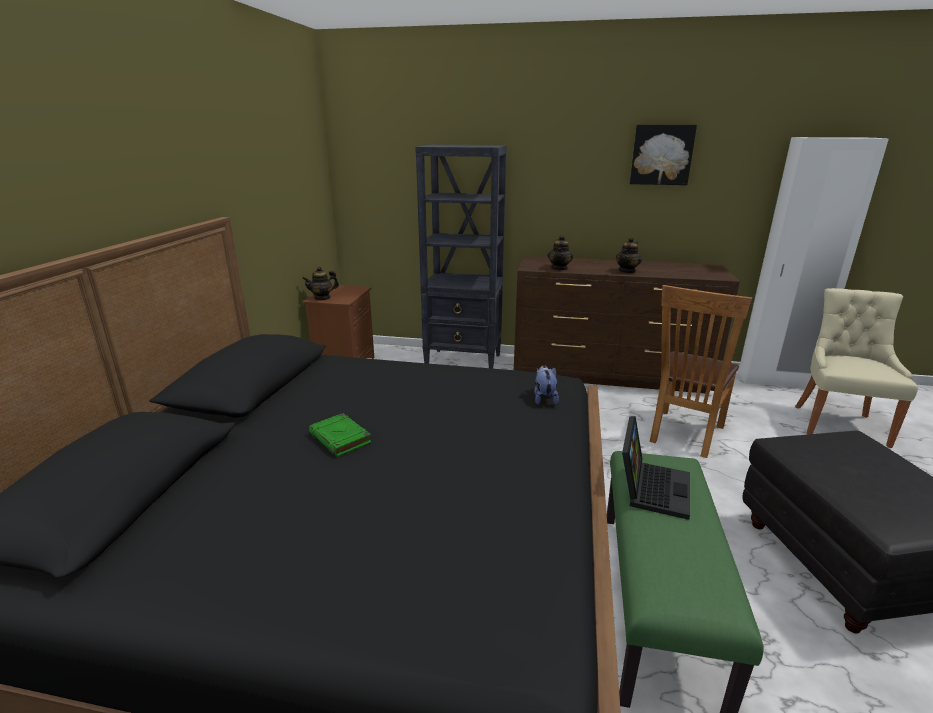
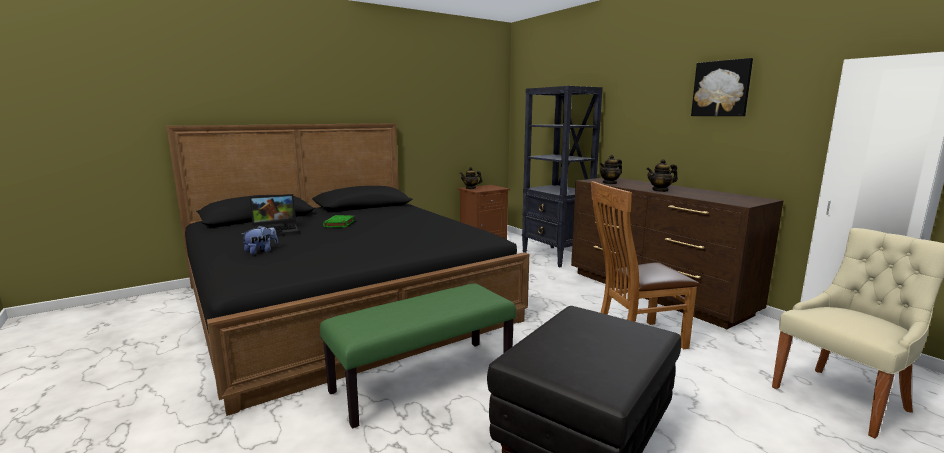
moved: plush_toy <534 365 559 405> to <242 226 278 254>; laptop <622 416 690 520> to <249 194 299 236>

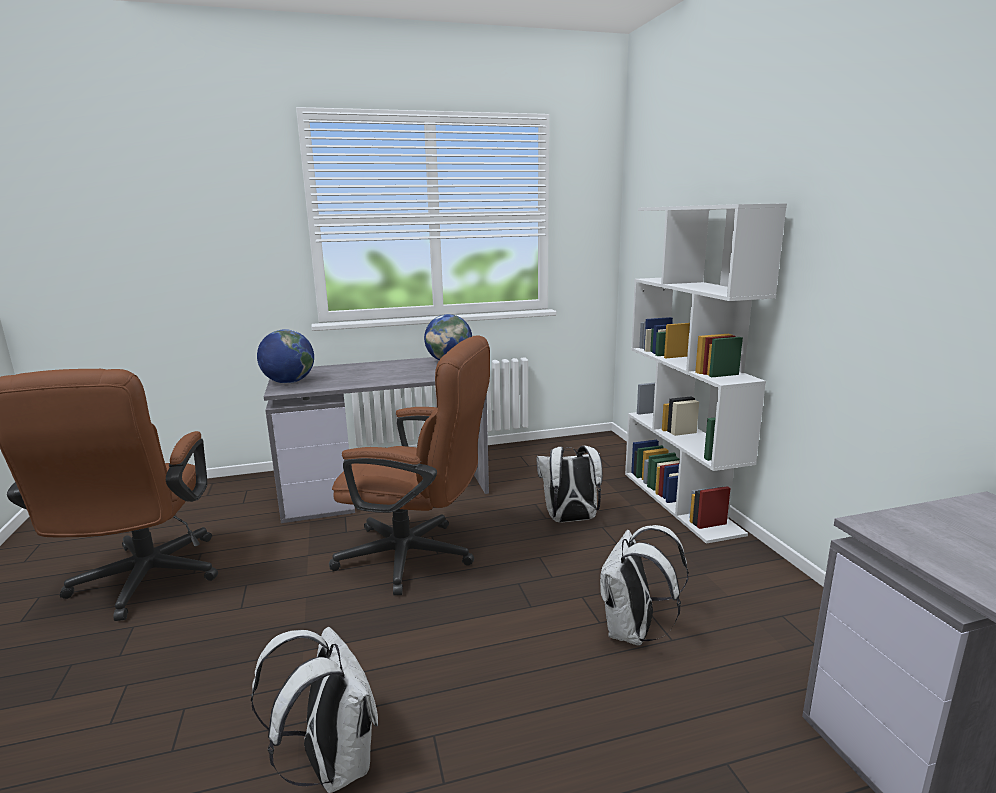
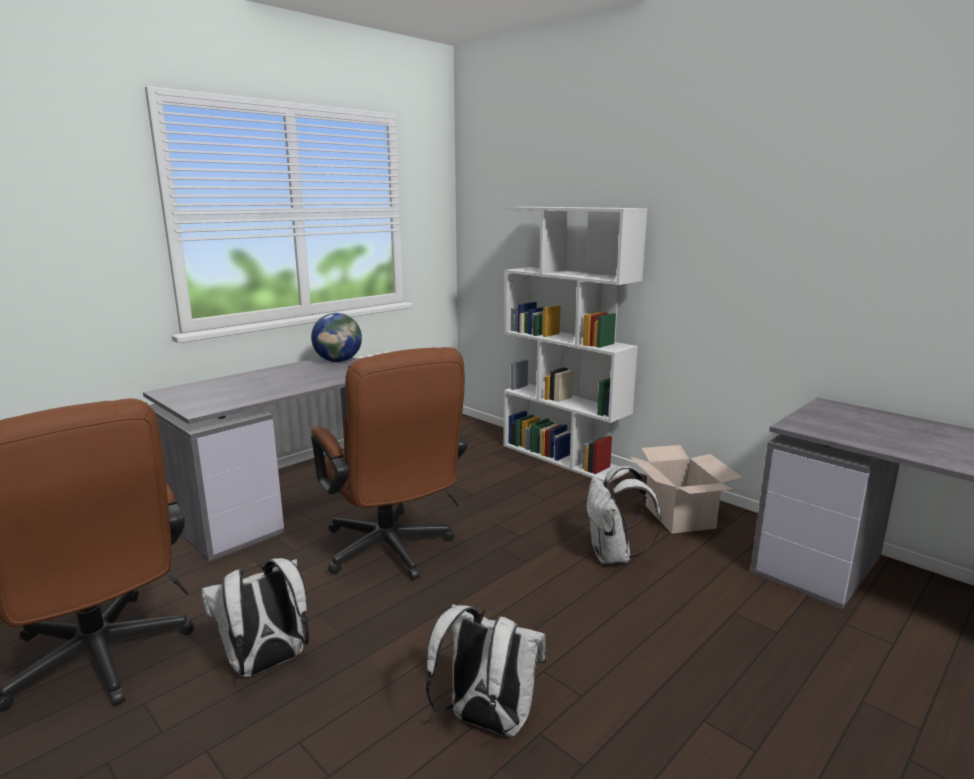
removed: globe <257 329 314 384>
added: cardboard_box <629 445 743 533>
moved: white_backpack <536 445 603 523> to <201 558 309 677>
turned: brown_office_chair <329 335 490 595> = <311 347 468 580> 75 degrees clockwise

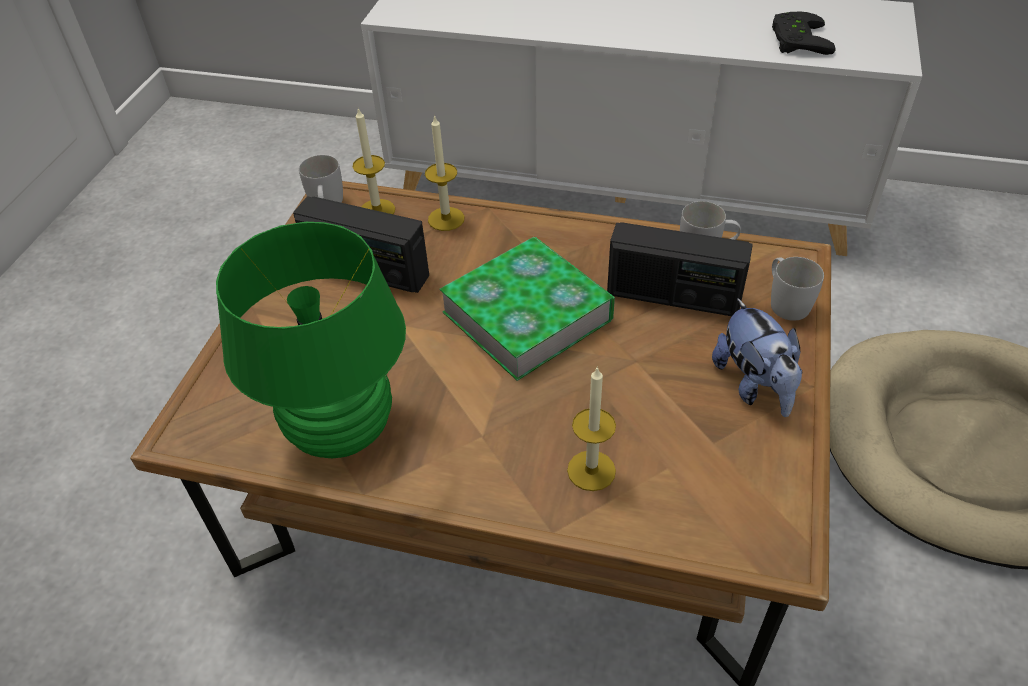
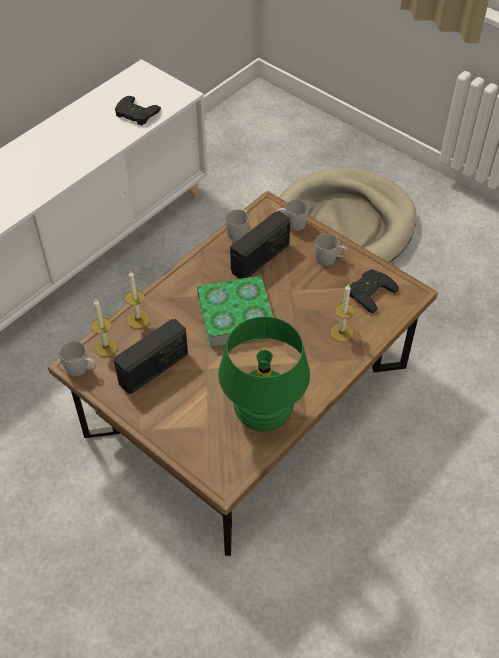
added: black_game_controller <350 269 399 313>
replaced: plush_toy <712 298 802 417> to white_mug <315 233 348 266>

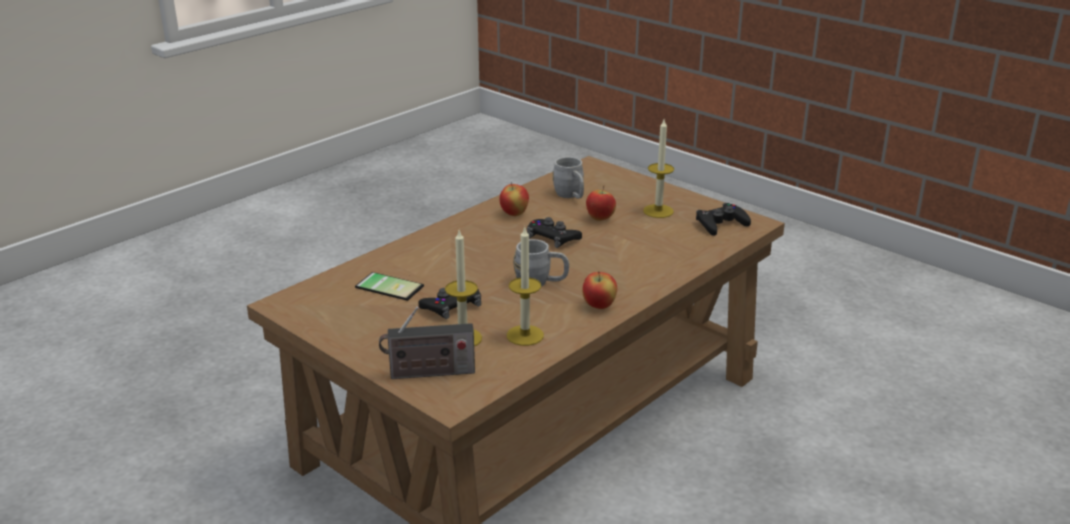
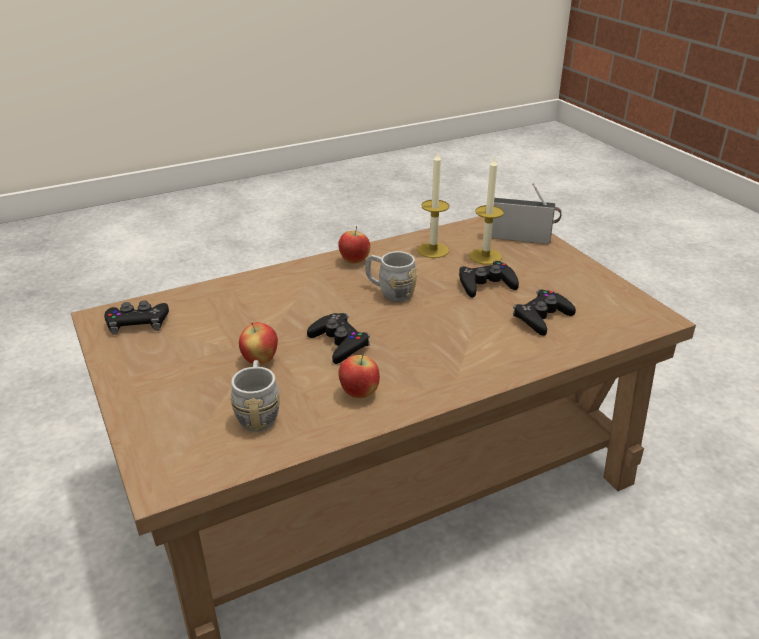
removed: candle <643 120 674 218>
replaced: phone <355 272 424 301> to black_game_controller <513 290 576 336>

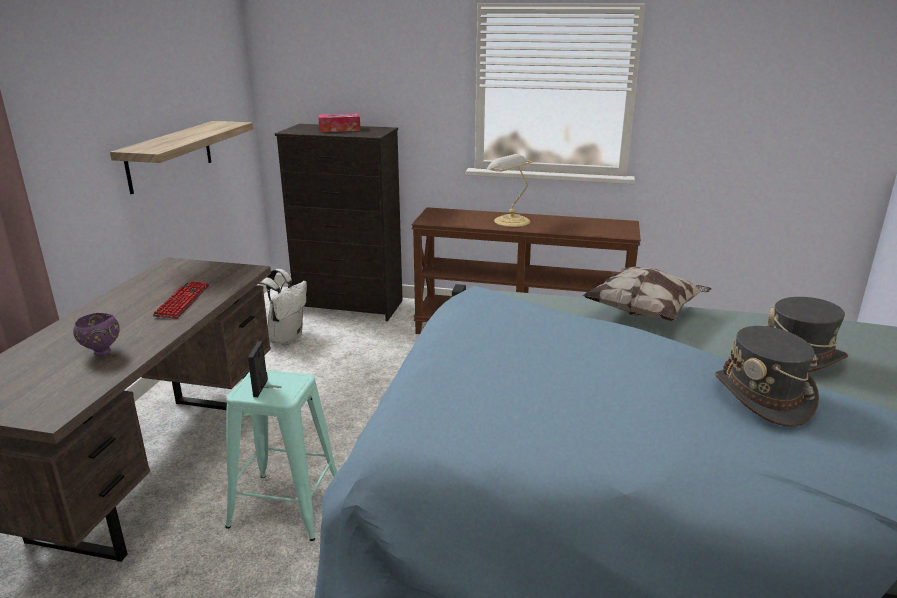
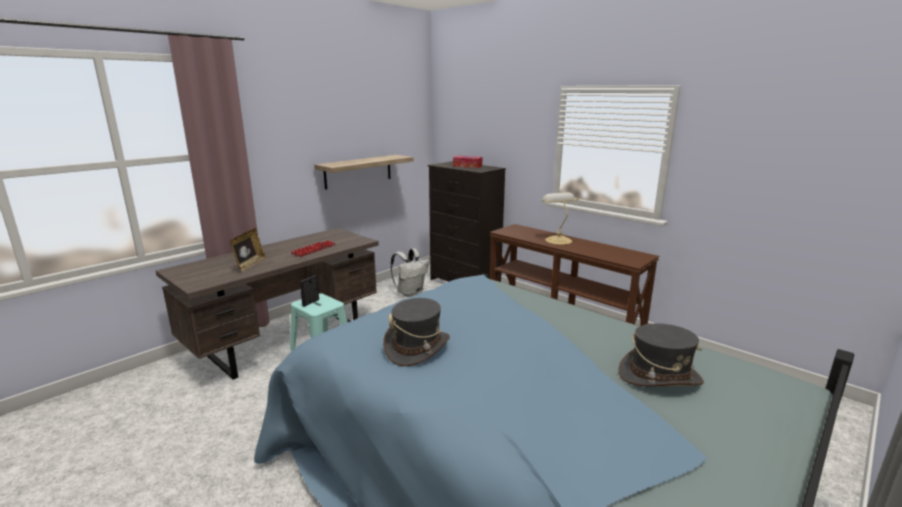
removed: pillow <582 267 711 321>
moved: grey_hat <715 326 819 427> to <383 298 450 366>
replaced: purple_bowl <73 313 120 356> to picture_frame <230 228 266 271>

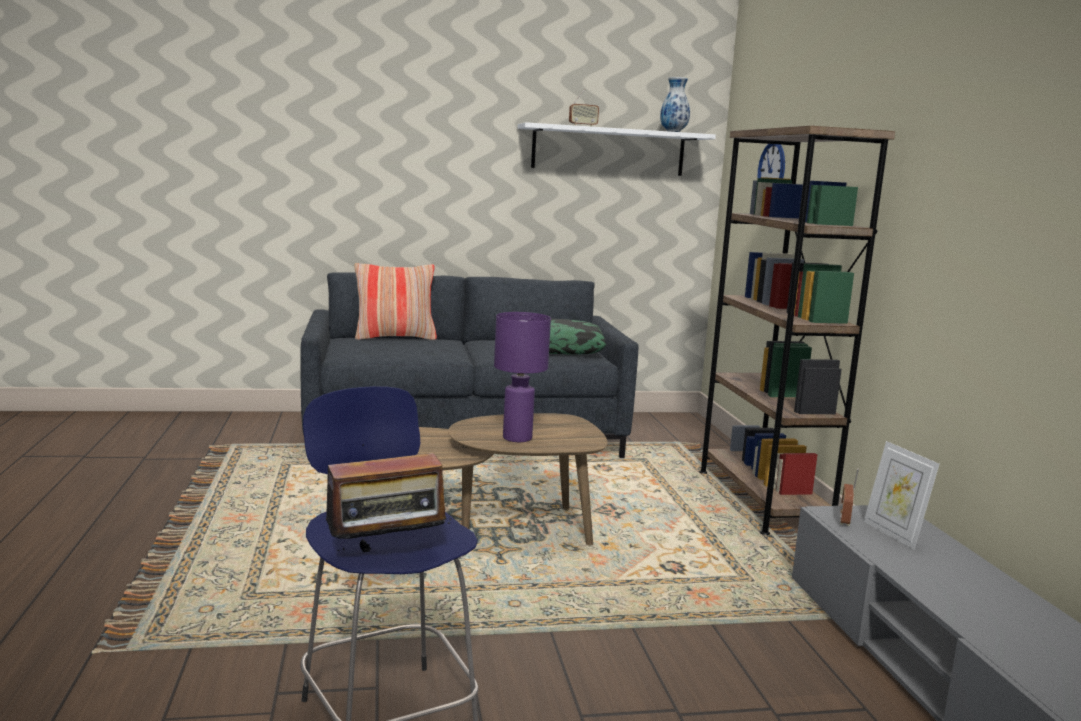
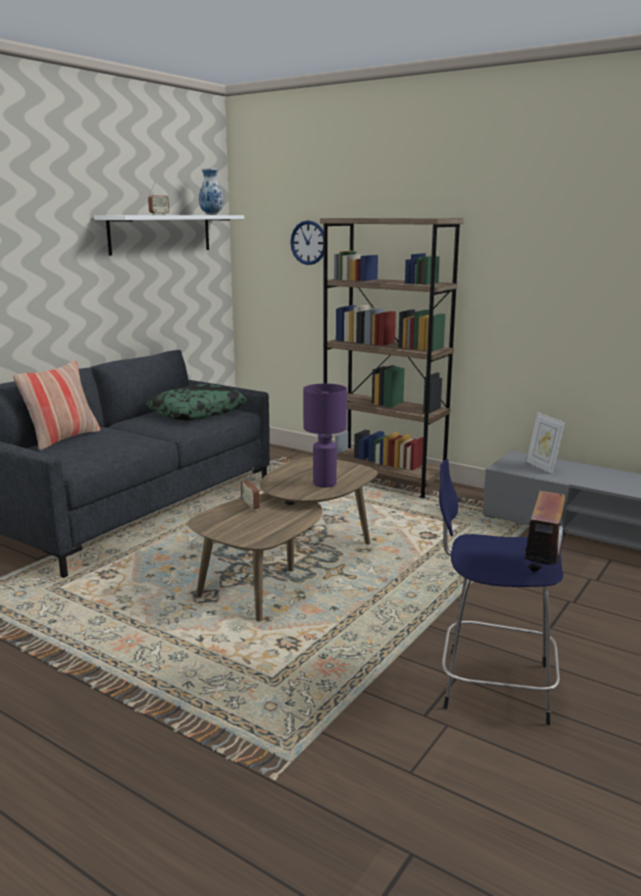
moved: radio <840 469 859 526> to <241 467 260 511>
turned: picture_frame <864 441 939 550> = <527 412 565 474> 45 degrees clockwise

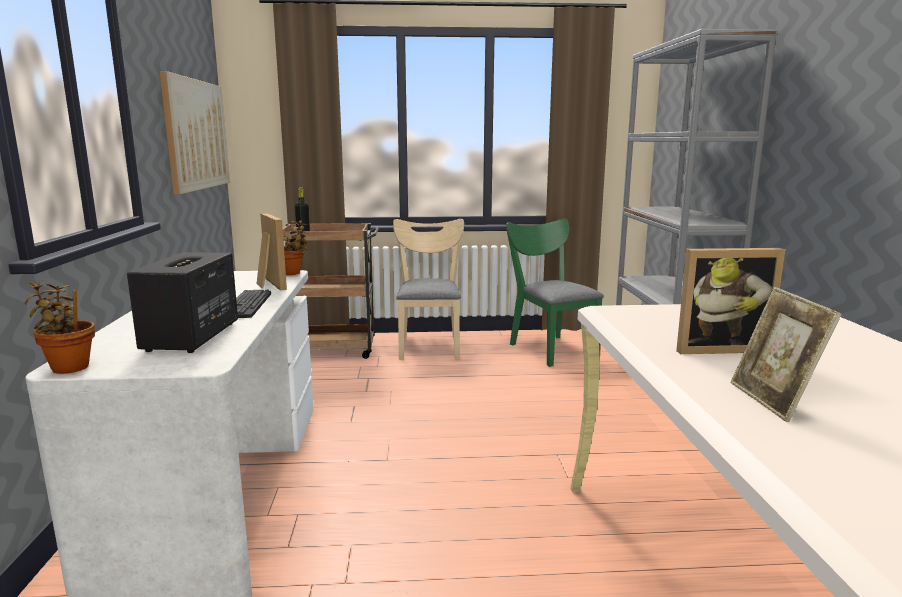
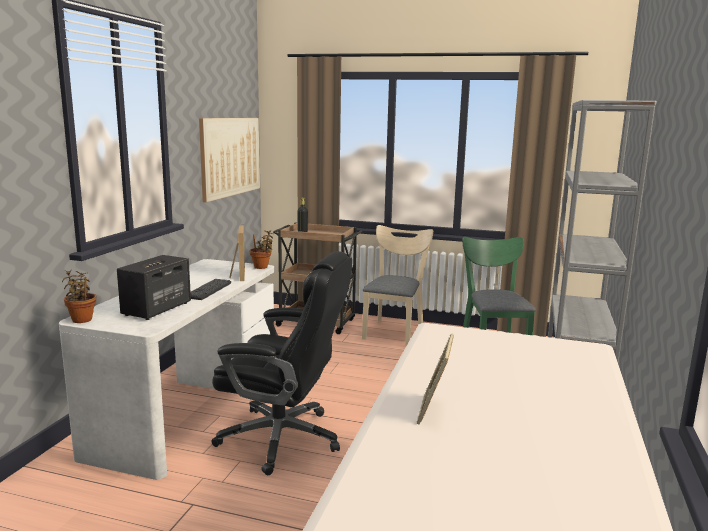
removed: picture_frame <676 248 785 354>
added: black_office_chair <211 251 352 475>

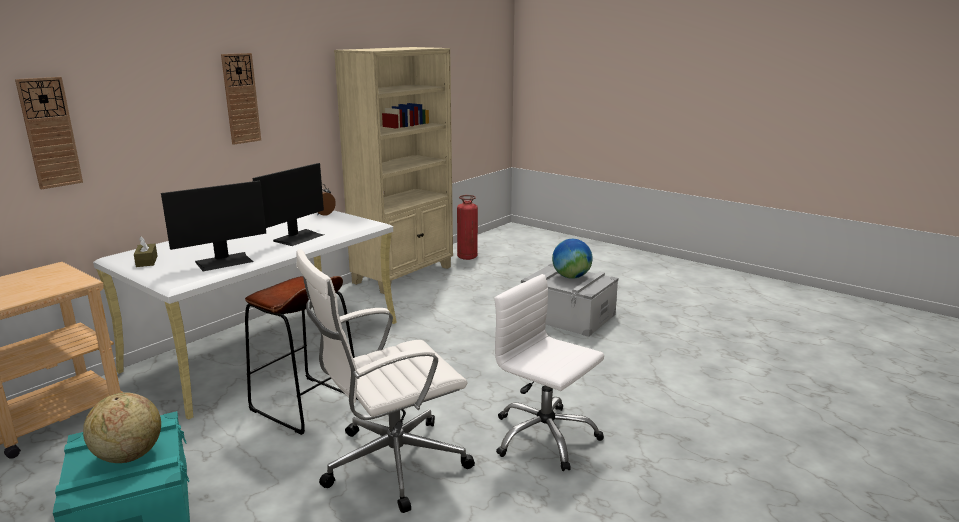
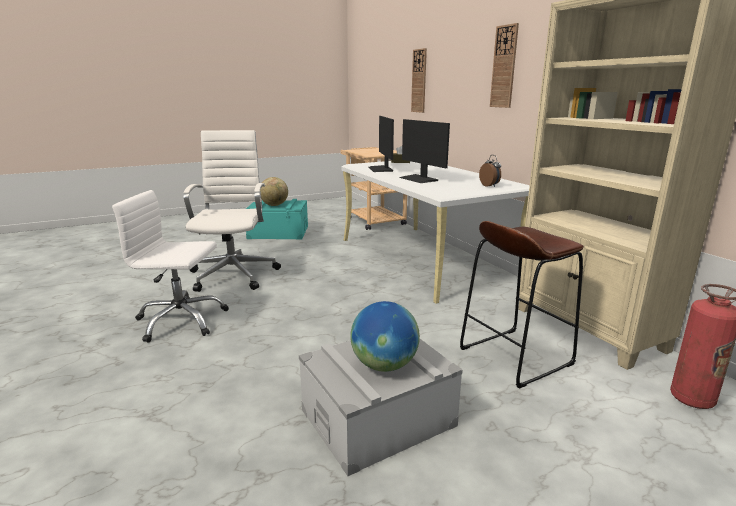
moved: brown_stool <245 276 358 435> to <460 221 584 389>
turned: white_office_chair <494 274 604 471> = <112 190 229 343> 150 degrees counterclockwise

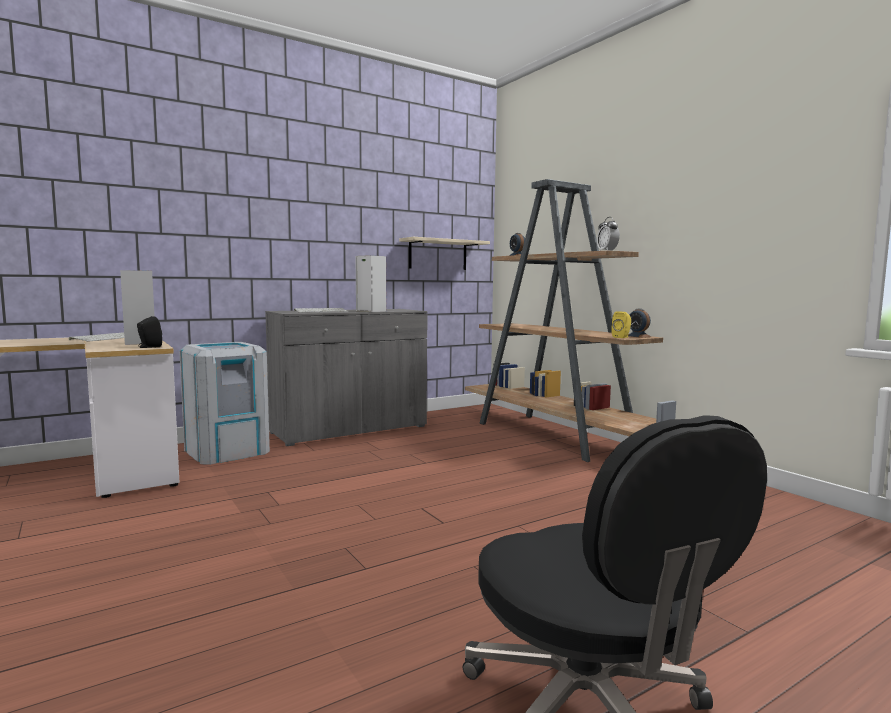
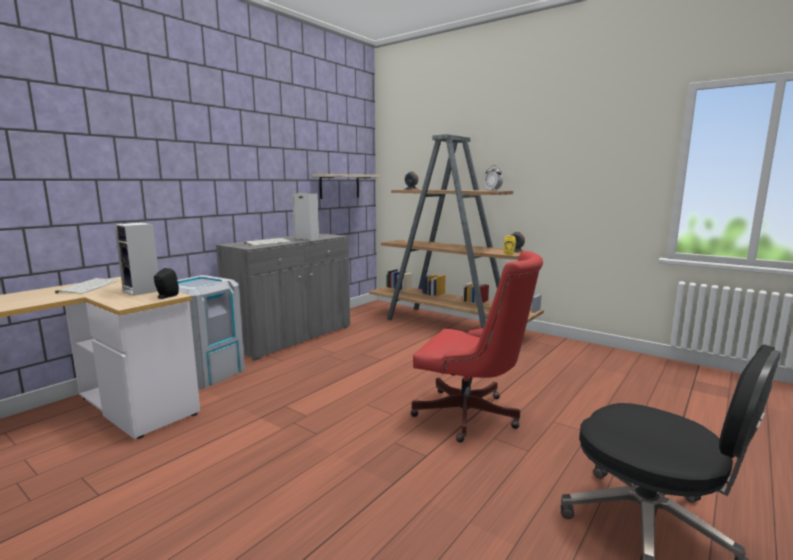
added: red_office_chair <410 251 543 442>

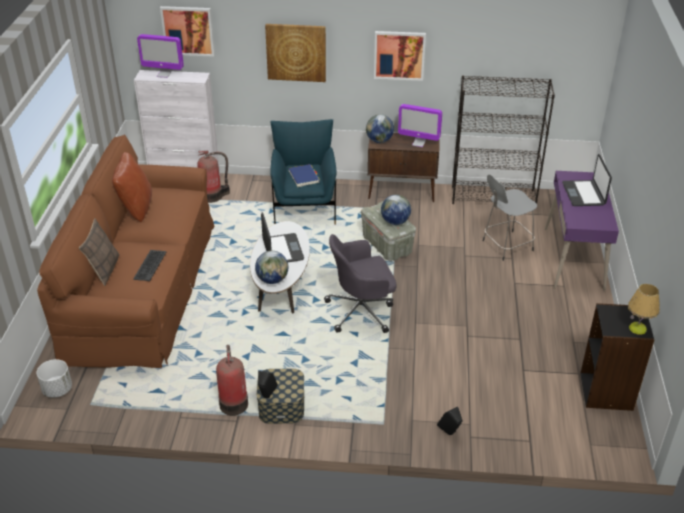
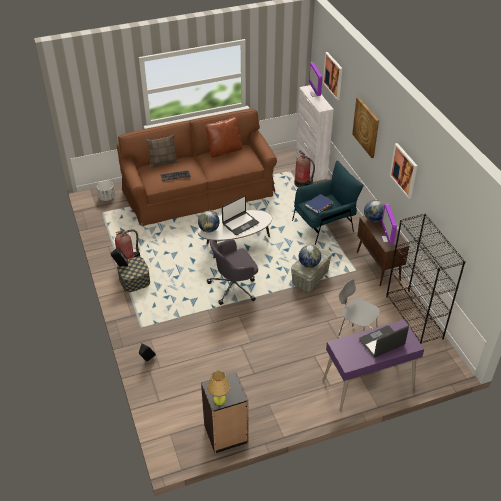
turned: grey_office_chair <324 234 397 333> = <207 239 258 305> 75 degrees counterclockwise

